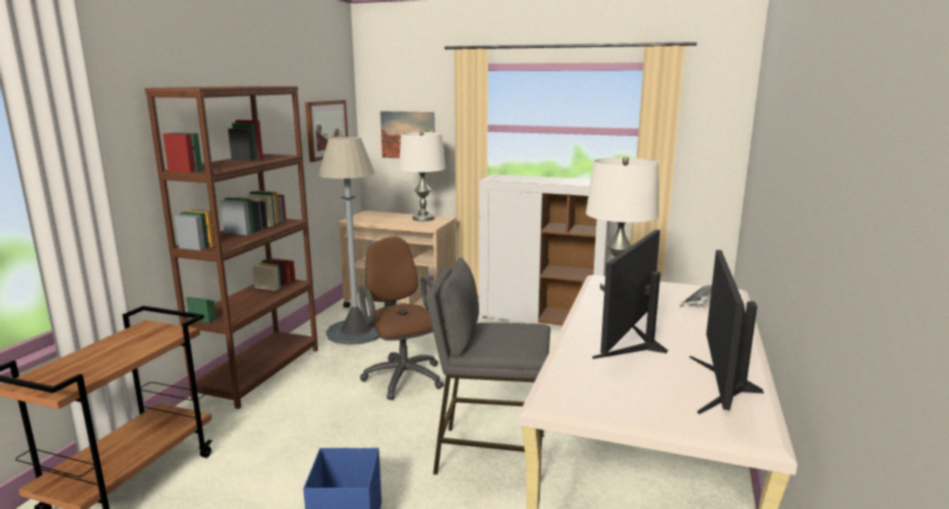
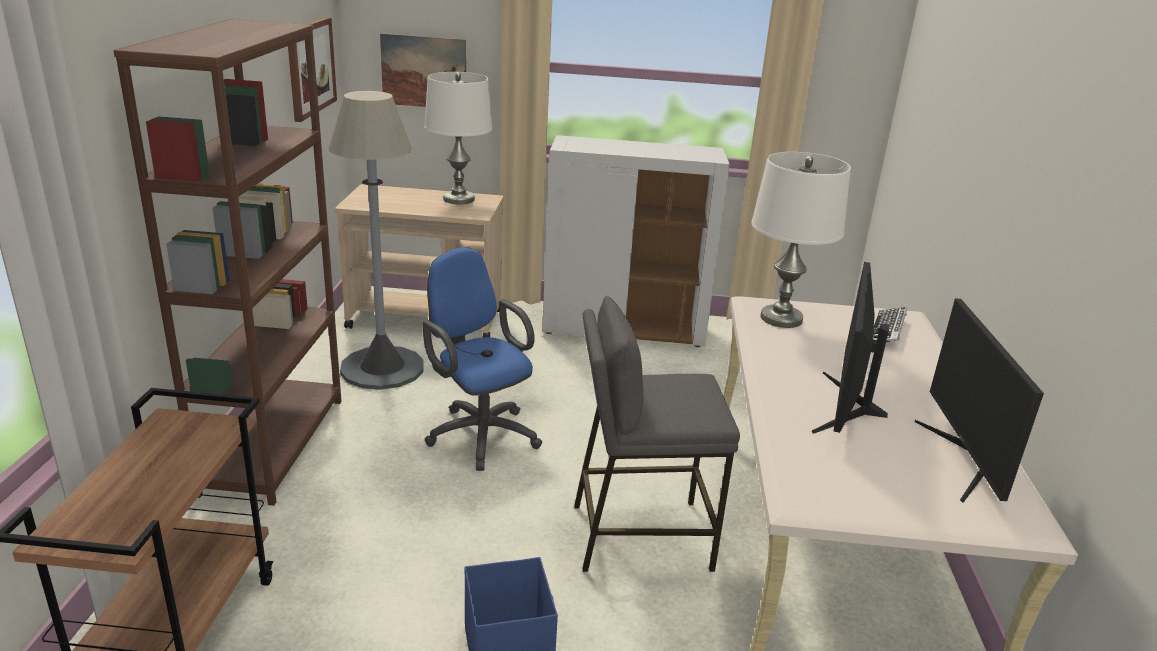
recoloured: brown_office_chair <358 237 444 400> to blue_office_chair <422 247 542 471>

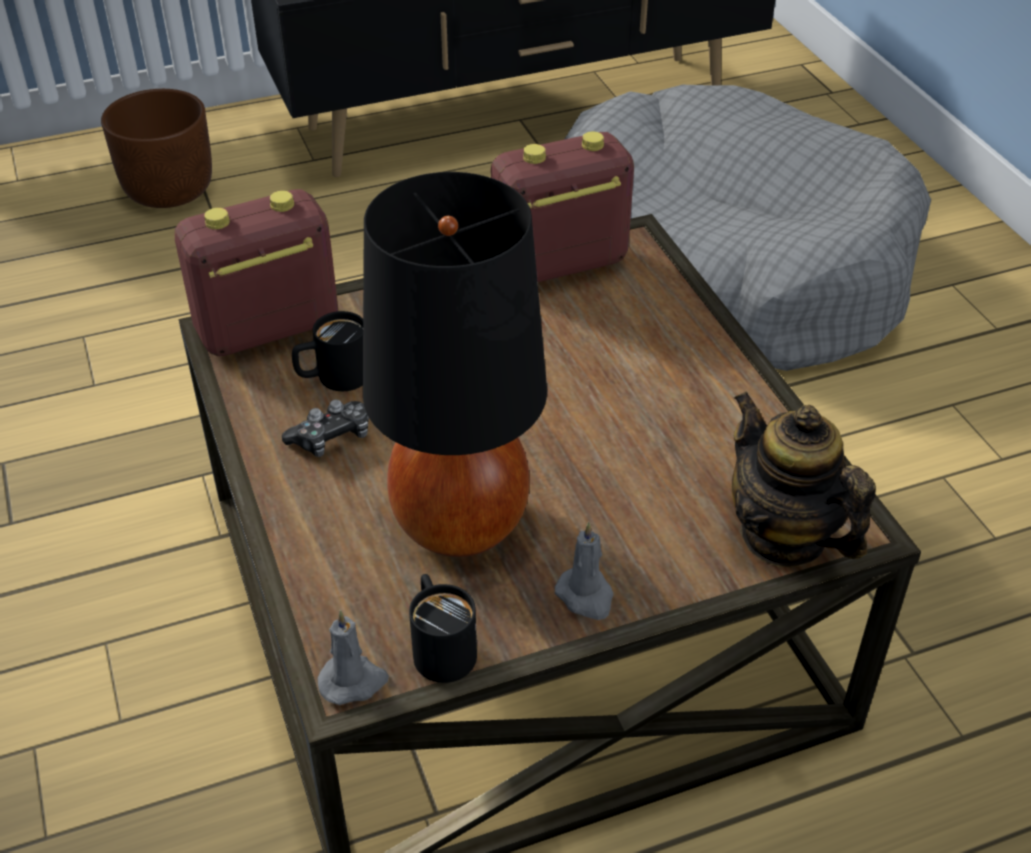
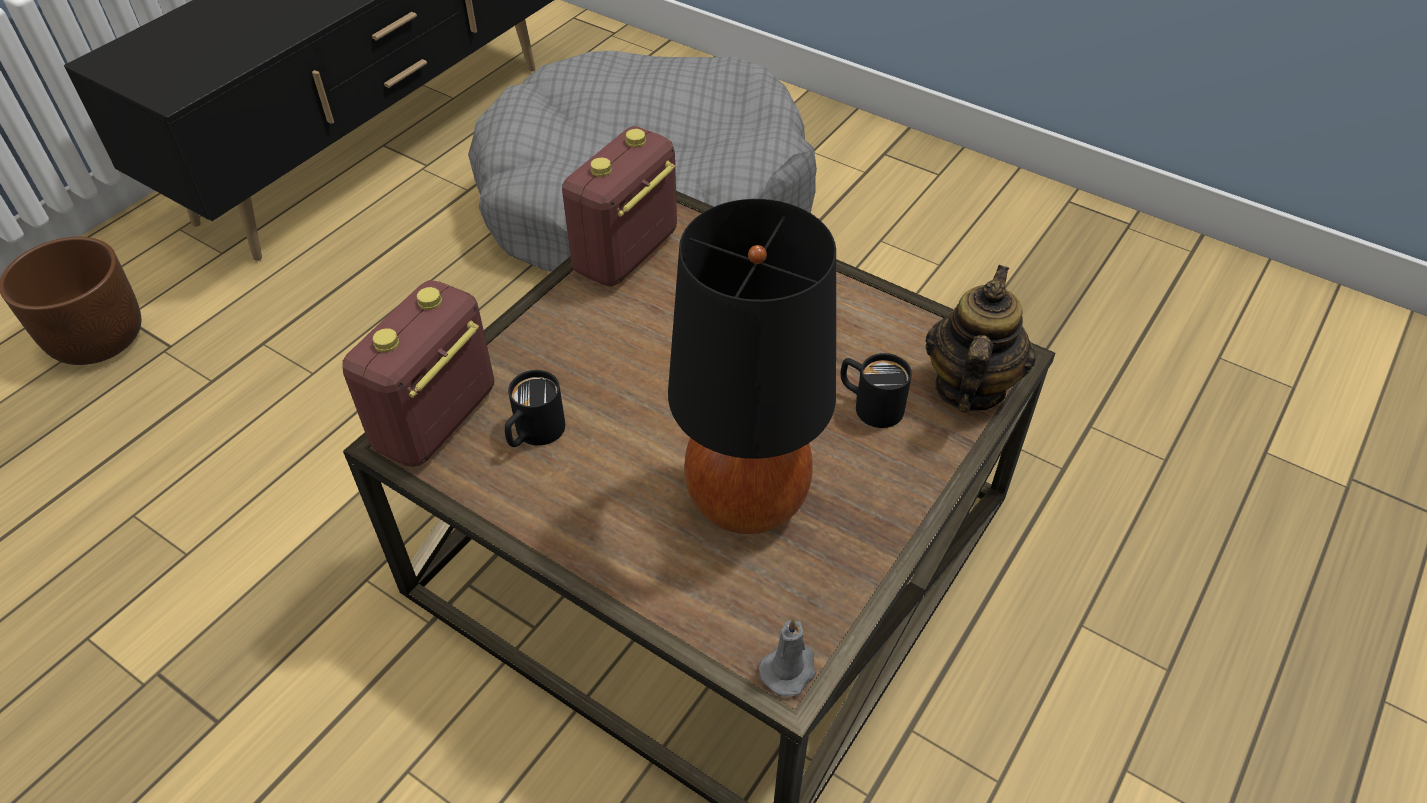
removed: game_controller <282 399 369 457>; grey_candle <555 522 614 620>
moved: black_mug <409 574 477 683> to <841 353 912 428>
turned: teapot <732 391 876 567> = <926 265 1036 413> 90 degrees clockwise

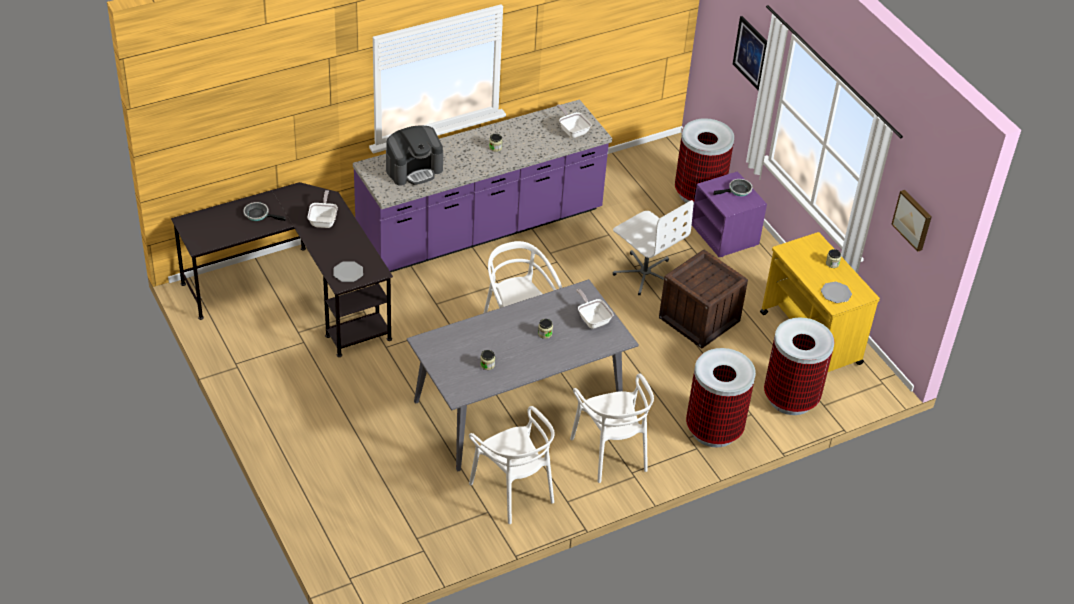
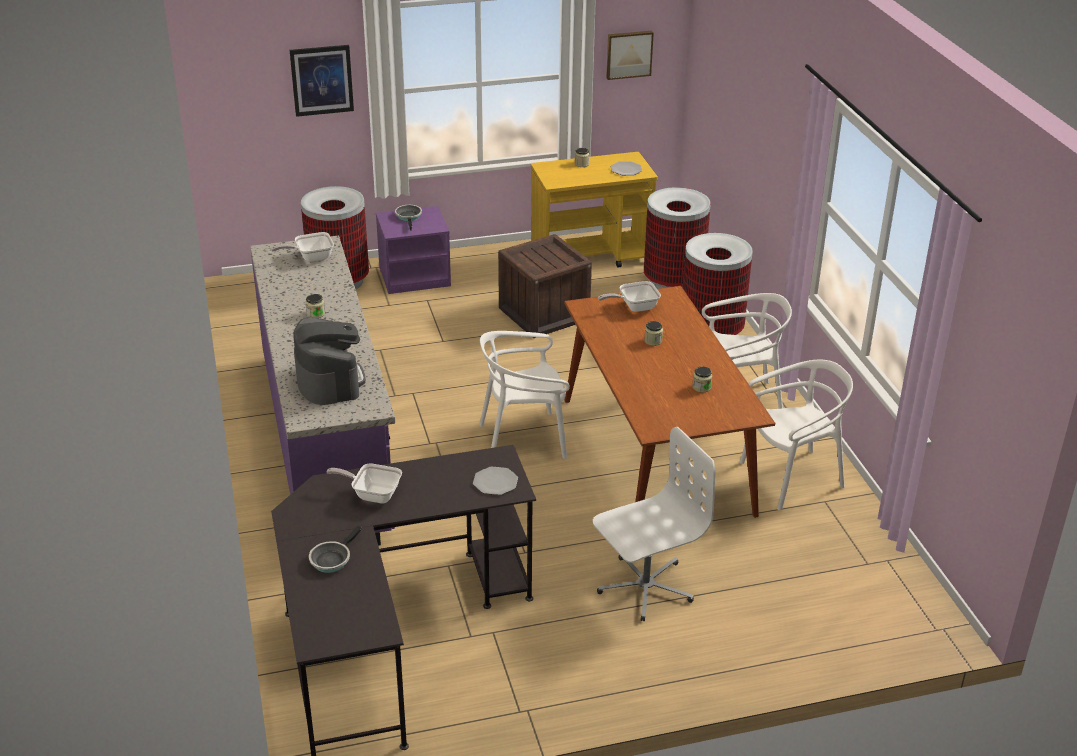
moved: white_office_chair <613 200 693 295> to <593 427 715 621>
recoloured: grey_dining_table <407 279 639 472> to brown_dining_table <564 286 775 518>

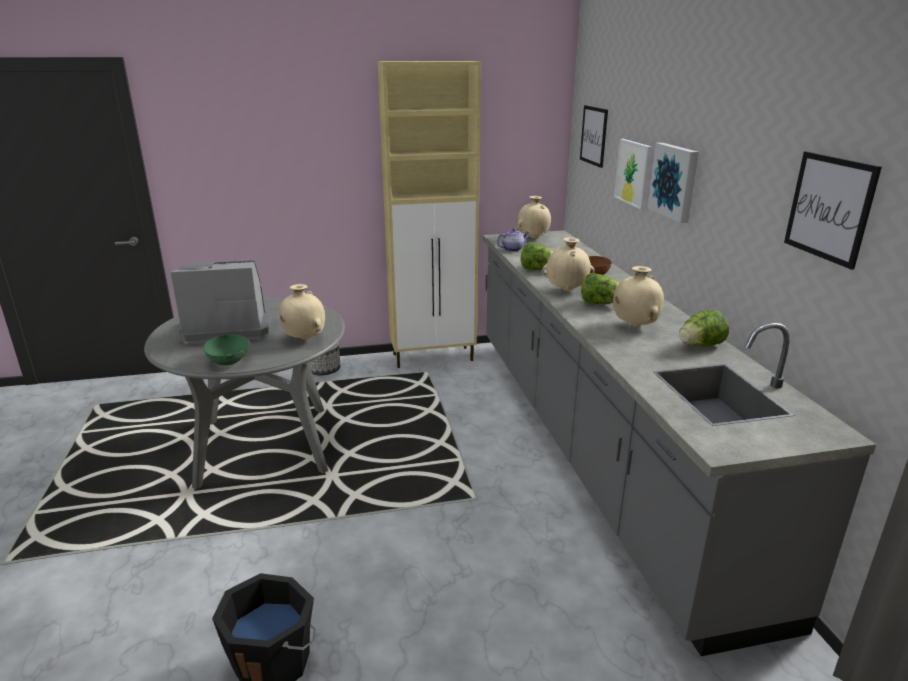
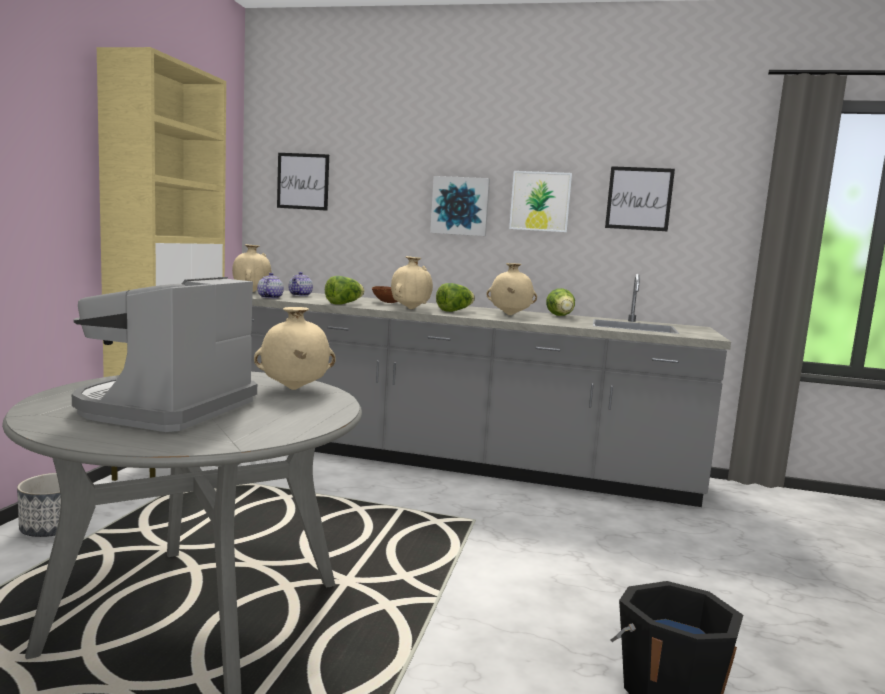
removed: green_bowl <204 334 250 365>
added: teapot <288 272 313 296>
moved: picture <614 139 652 210> to <509 171 572 232>

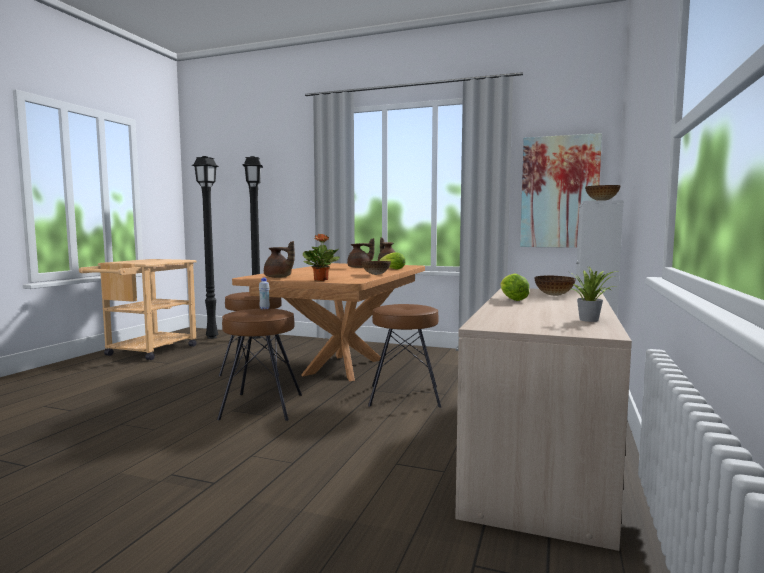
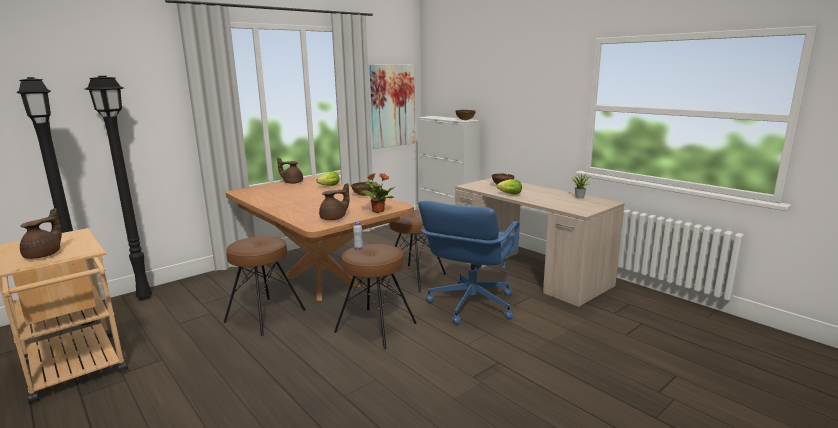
added: blue_office_chair <418 200 520 324>
moved: brown_teapot <347 238 374 268> to <20 208 62 259>

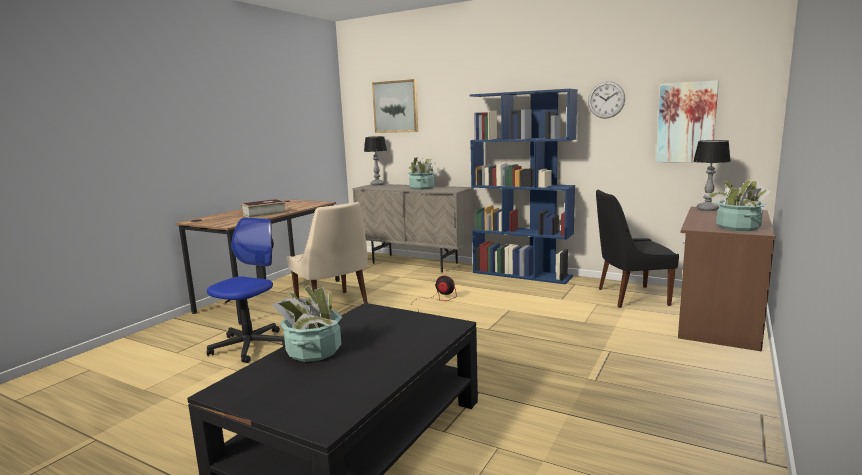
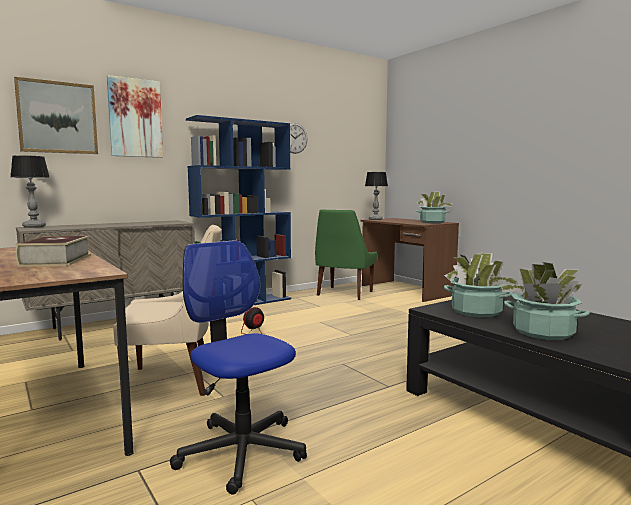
moved: potted_plant <407 157 435 190> to <444 253 519 317>; picture <656 80 719 162> to <107 75 163 158>
recoloured: black_chair <596 190 679 308> to green_chair <315 209 377 300>

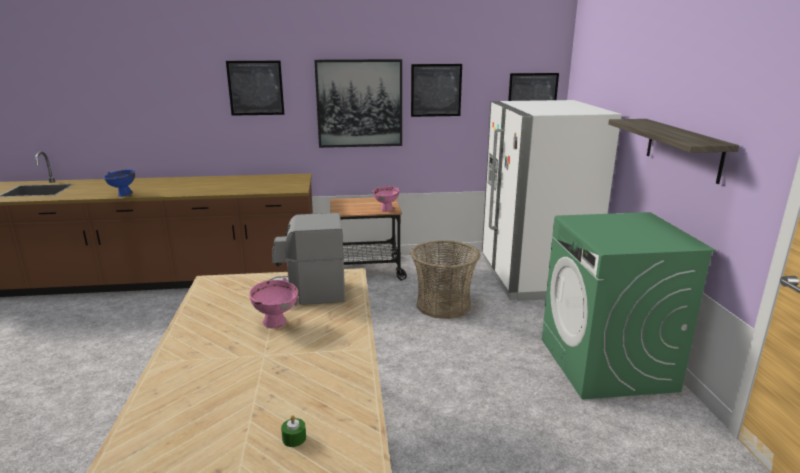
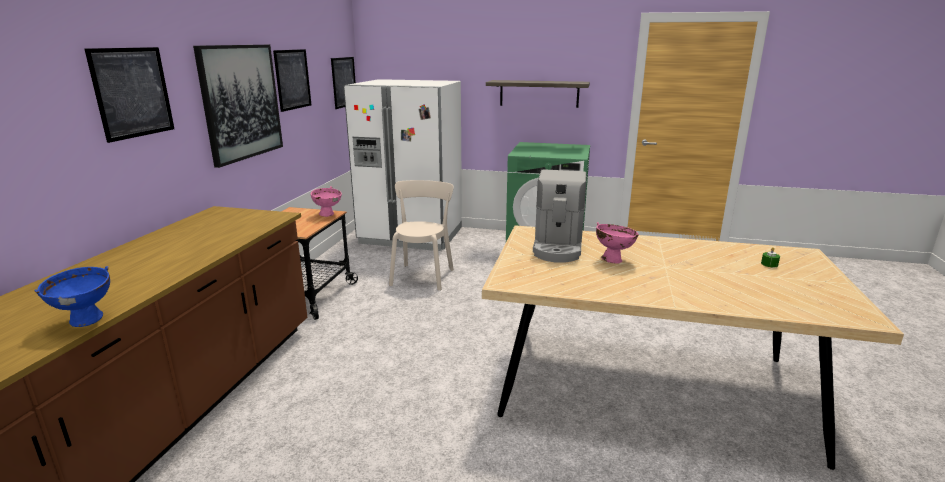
replaced: basket <411 240 480 319> to beige_chair <389 180 454 291>

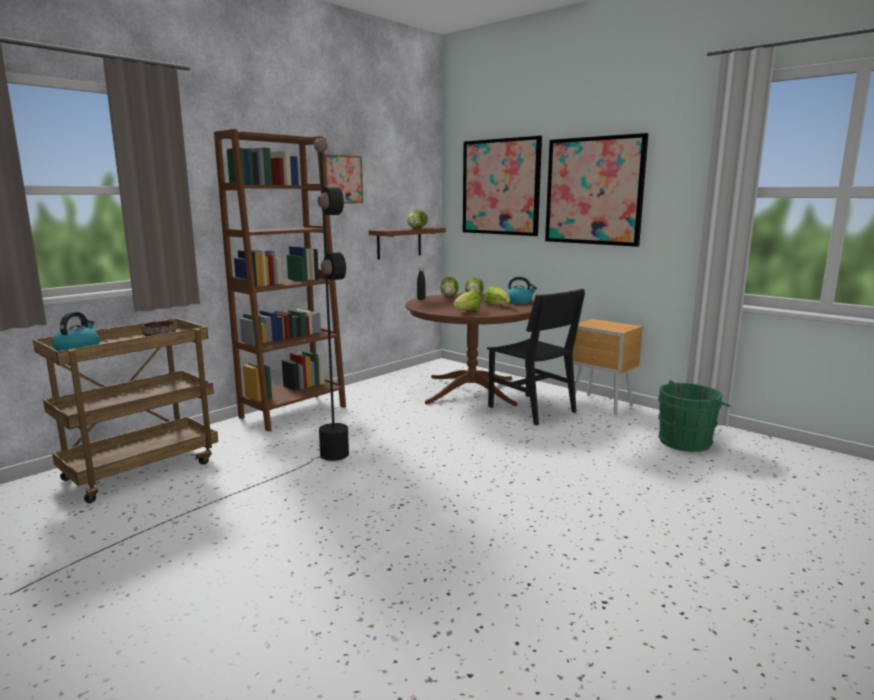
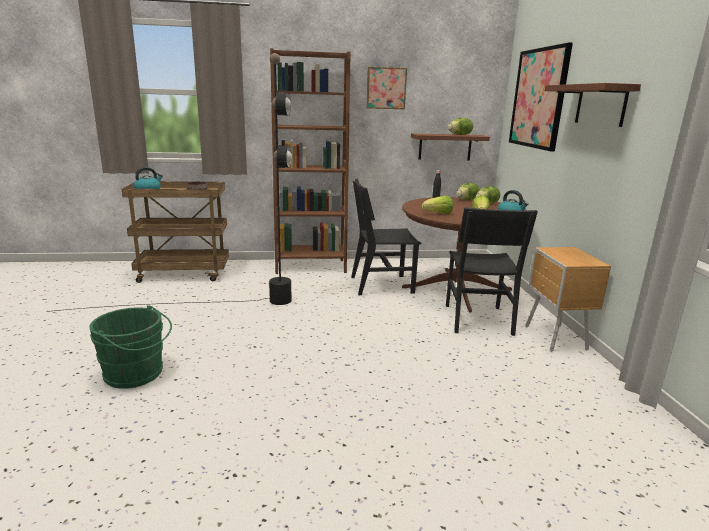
added: black_chair <351 179 421 295>
moved: green_bucket <658 380 730 452> to <89 305 172 389>
replaced: picture <545 133 648 247> to shelf <545 83 641 127>

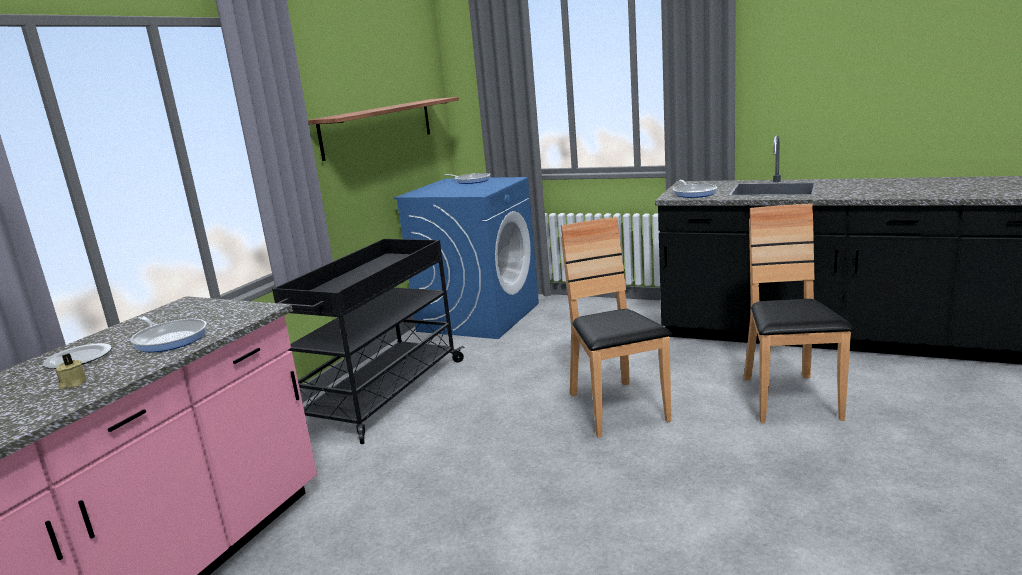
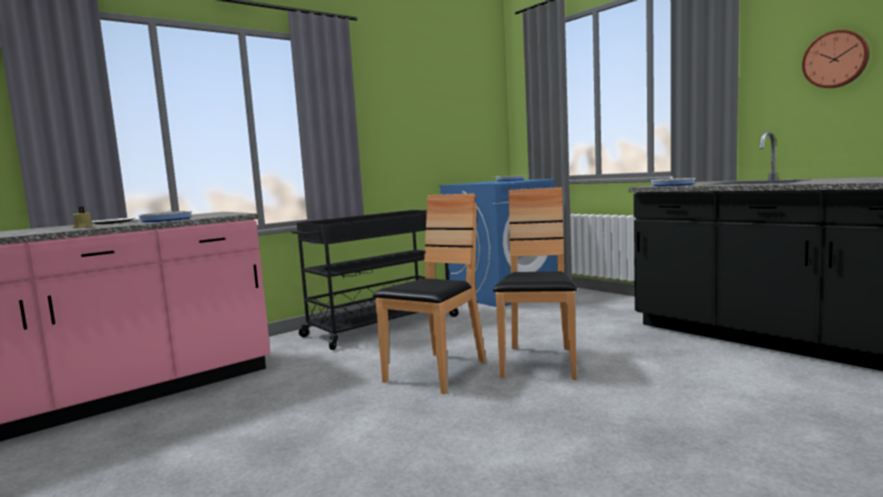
removed: shelf <308 97 459 161>
added: wall_clock <802 30 870 88>
moved: brown_chair <744 204 854 423> to <373 194 486 394>

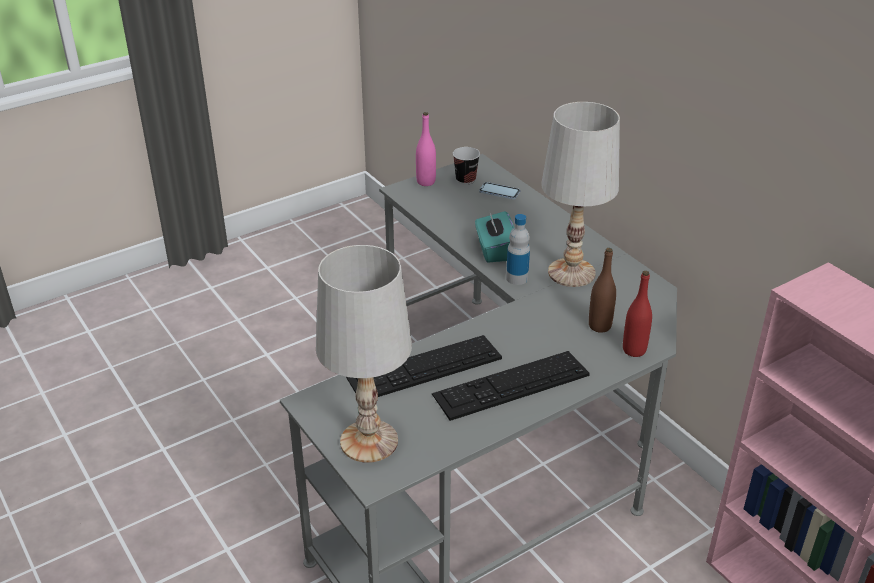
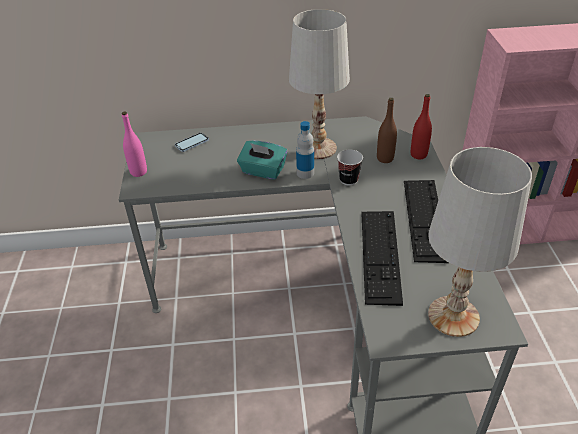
moved: cup <453 147 480 185> to <337 150 363 185>

